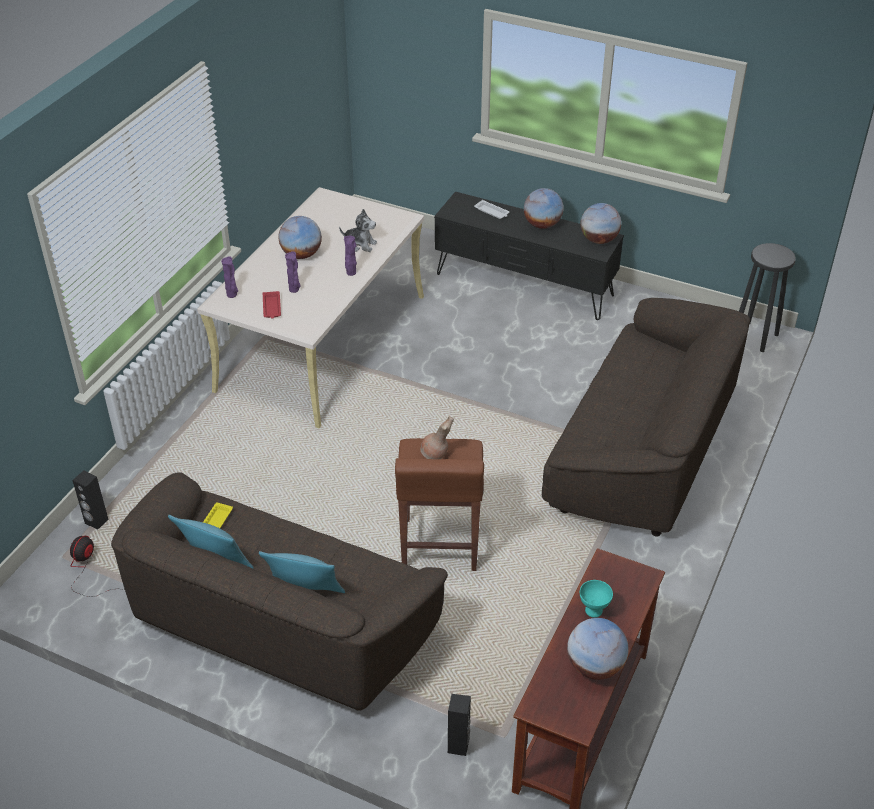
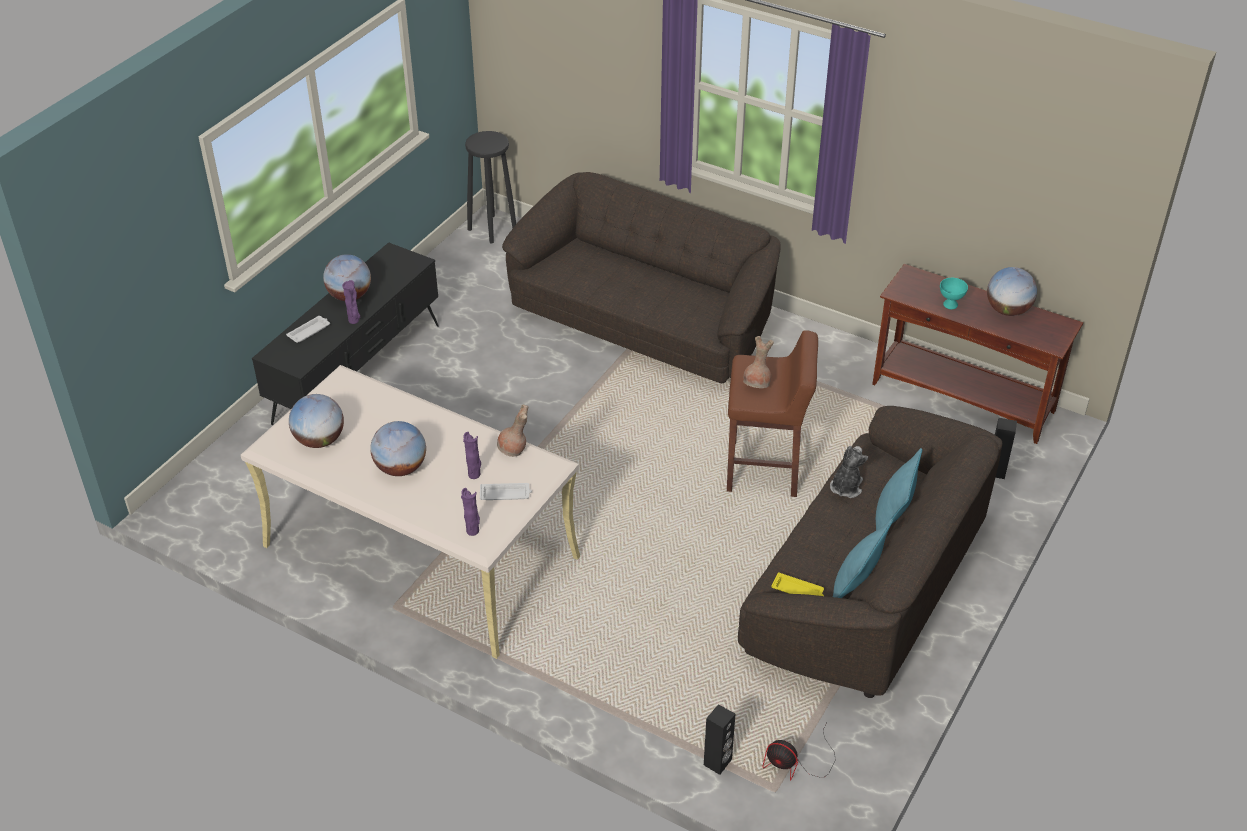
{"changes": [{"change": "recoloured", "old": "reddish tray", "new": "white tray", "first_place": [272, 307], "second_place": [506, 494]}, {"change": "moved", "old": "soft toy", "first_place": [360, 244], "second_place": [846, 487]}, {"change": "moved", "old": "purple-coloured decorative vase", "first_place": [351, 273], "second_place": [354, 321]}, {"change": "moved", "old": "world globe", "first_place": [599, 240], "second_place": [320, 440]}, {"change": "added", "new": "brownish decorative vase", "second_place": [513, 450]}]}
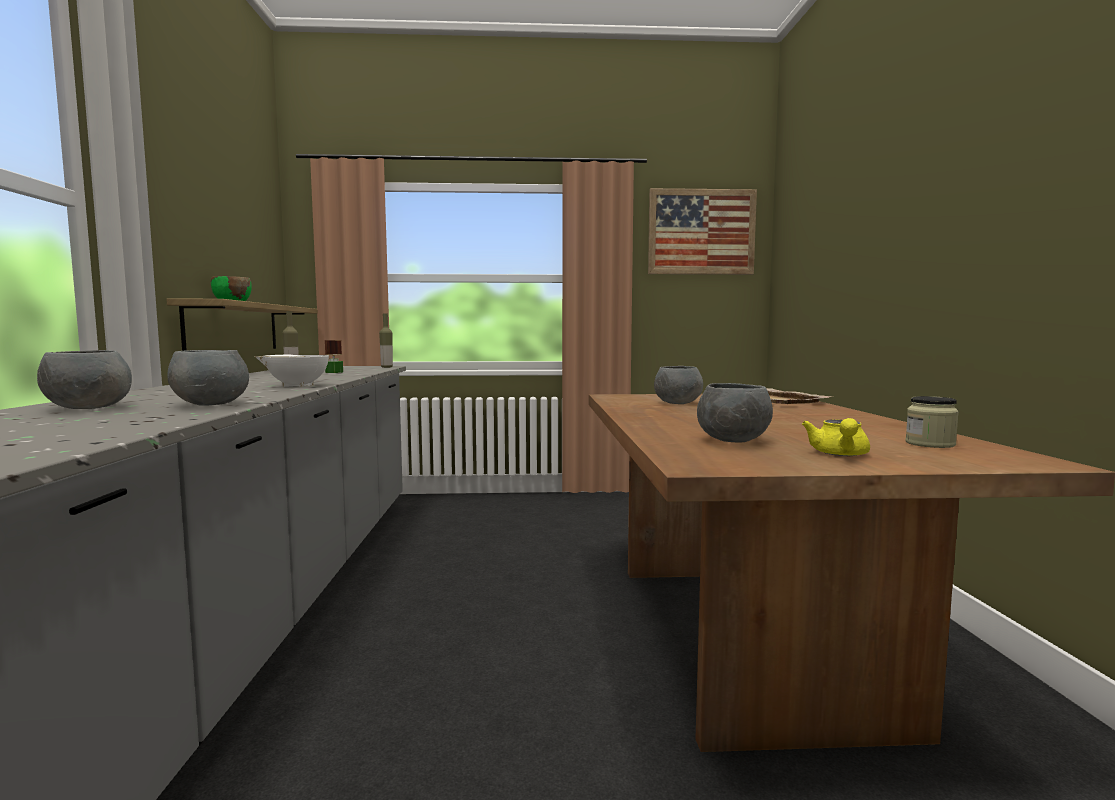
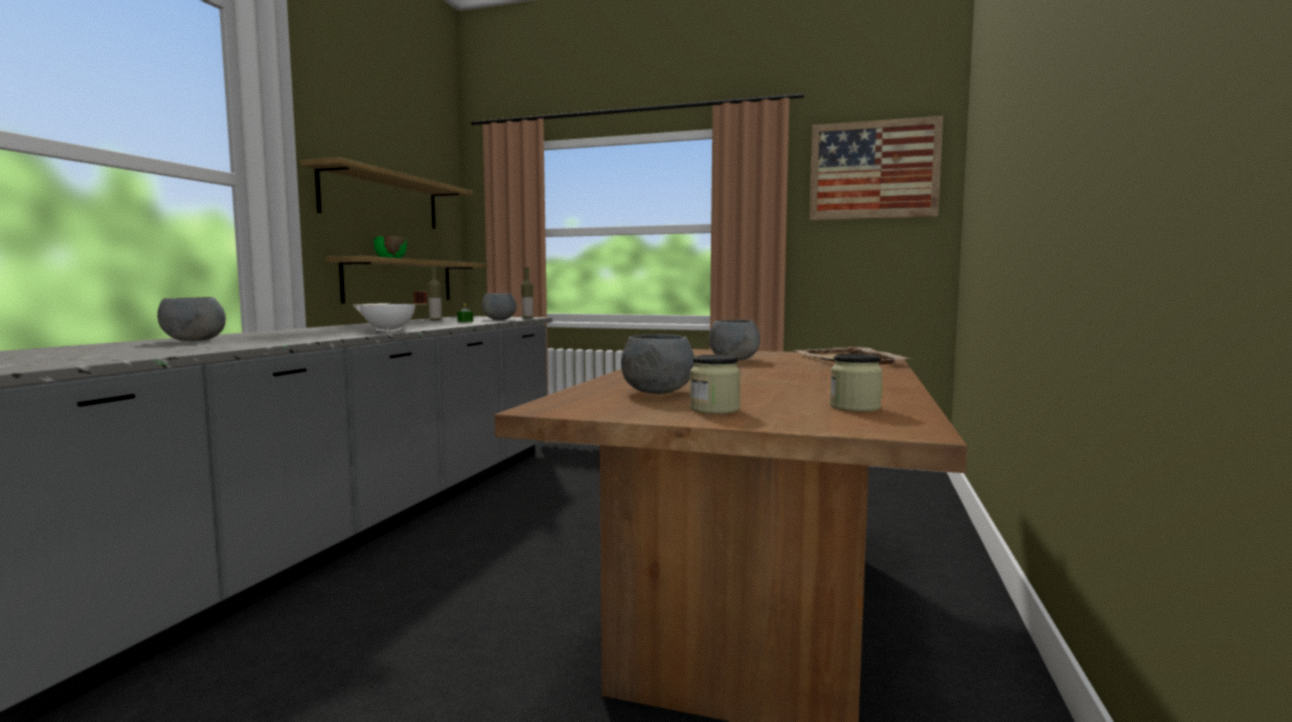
{"changes": [{"change": "moved", "old": "greyish deep dish", "first_place": [212, 404], "second_place": [499, 319]}, {"change": "replaced", "old": "yellow pot for tea", "new": "preserve jar", "first_place": [839, 454], "second_place": [714, 409]}, {"change": "added", "new": "bracket shelf", "second_place": [382, 200]}]}
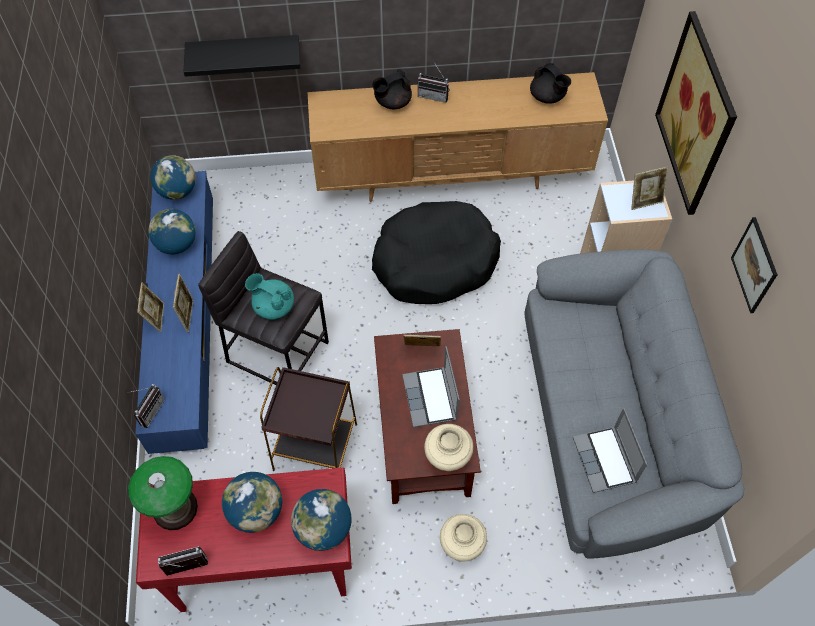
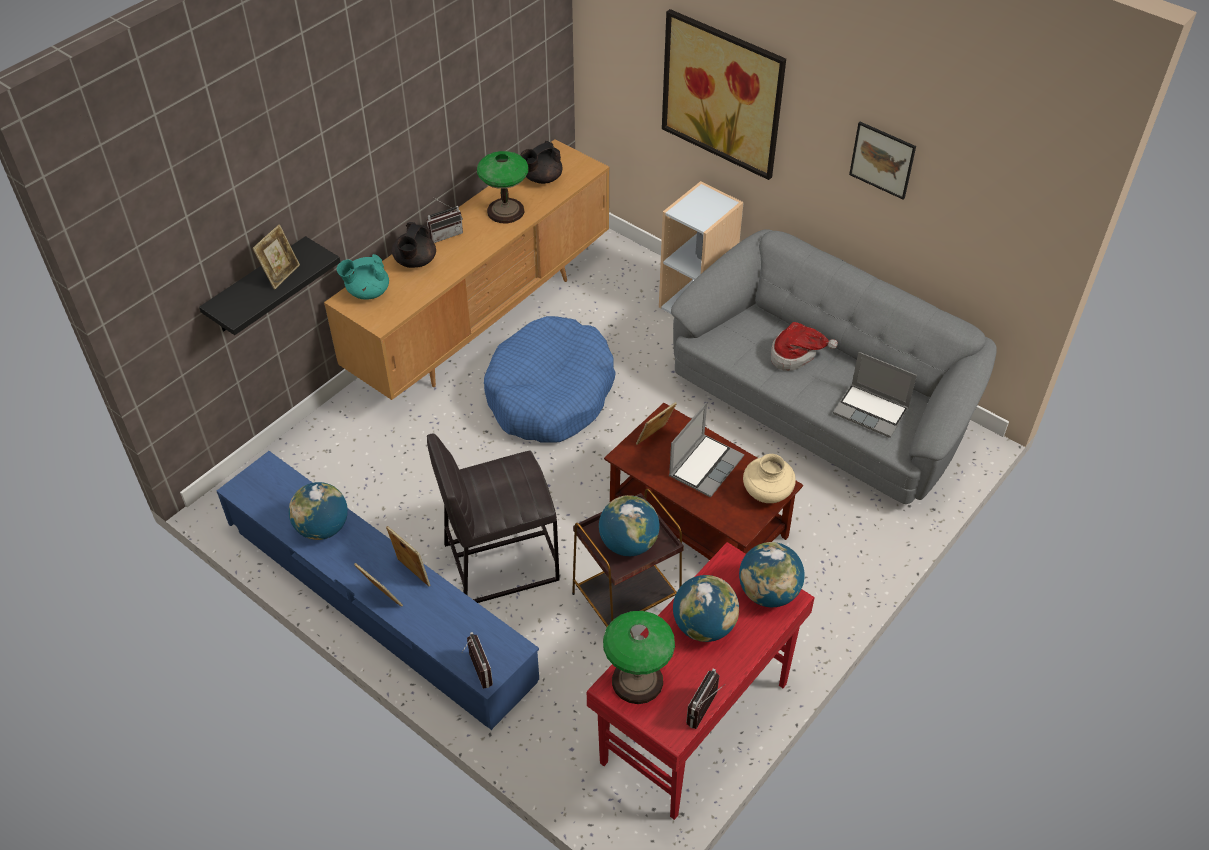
{"changes": [{"change": "moved", "old": "world globe", "first_place": [177, 191], "second_place": [628, 544]}, {"change": "moved", "old": "turquoise-coloured pot for tea", "first_place": [273, 306], "second_place": [367, 292]}, {"change": "recoloured", "old": "blackish pet bed", "new": "blue-coloured pet bed", "first_place": [434, 262], "second_place": [550, 394]}, {"change": "turned", "old": "notebook computer", "first_place": [431, 398], "second_place": [705, 465], "degrees": -90}, {"change": "removed", "old": "beige-coloured decorative vase", "first_place": [462, 543]}, {"change": "turned", "old": "blackish pot for tea", "first_place": [547, 97], "second_place": [541, 178], "degrees": 135}, {"change": "moved", "old": "standing frame", "first_place": [645, 201], "second_place": [281, 274]}, {"change": "added", "new": "tabletop lamp", "second_place": [506, 211]}, {"change": "added", "new": "clothing hat", "second_place": [795, 355]}]}
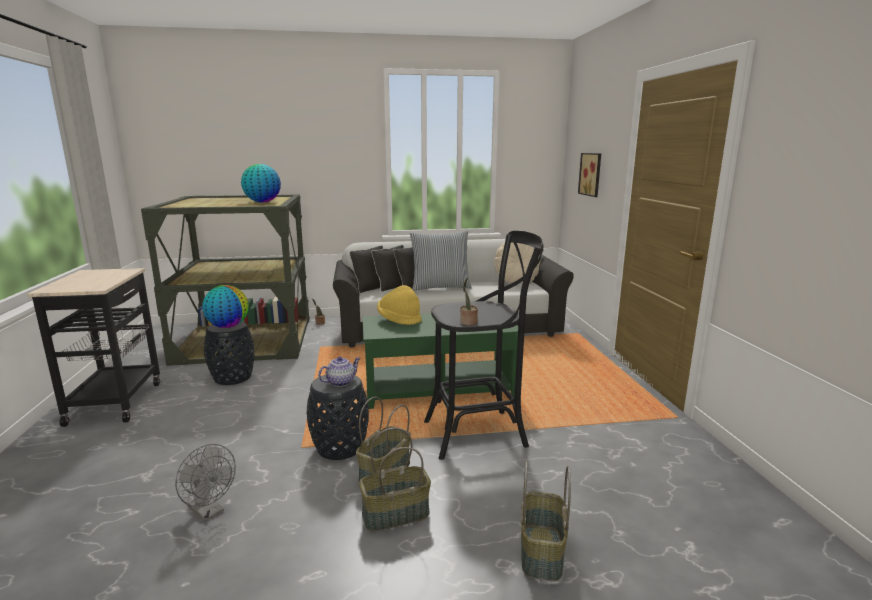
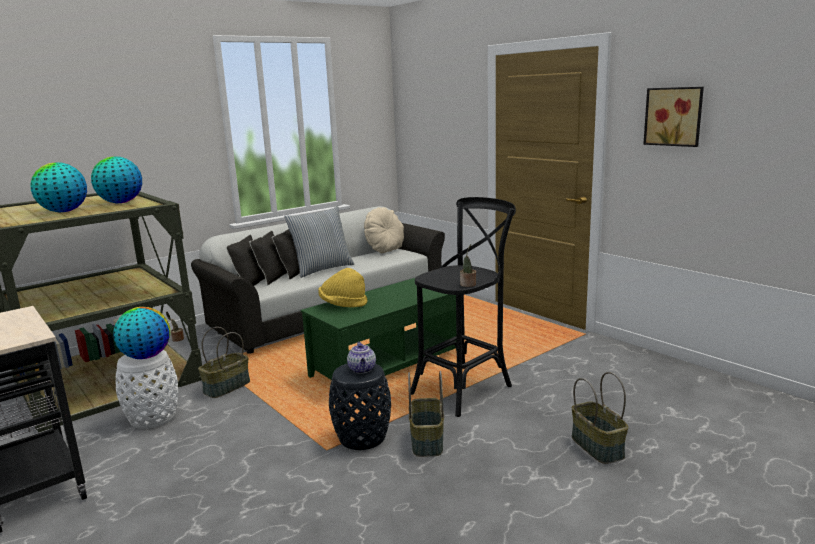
{"changes": [{"change": "removed", "old": "greyish electric fan", "first_place": [209, 512]}, {"change": "recoloured", "old": "blackish stool seat", "new": "white stool seat", "first_place": [232, 377], "second_place": [153, 418]}, {"change": "turned", "old": "pot for tea", "first_place": [341, 382], "second_place": [362, 369], "degrees": 150}, {"change": "moved", "old": "storage basket", "first_place": [395, 515], "second_place": [227, 387]}, {"change": "moved", "old": "wall picture", "first_place": [592, 174], "second_place": [674, 116]}, {"change": "added", "new": "world globe", "second_place": [64, 212]}]}
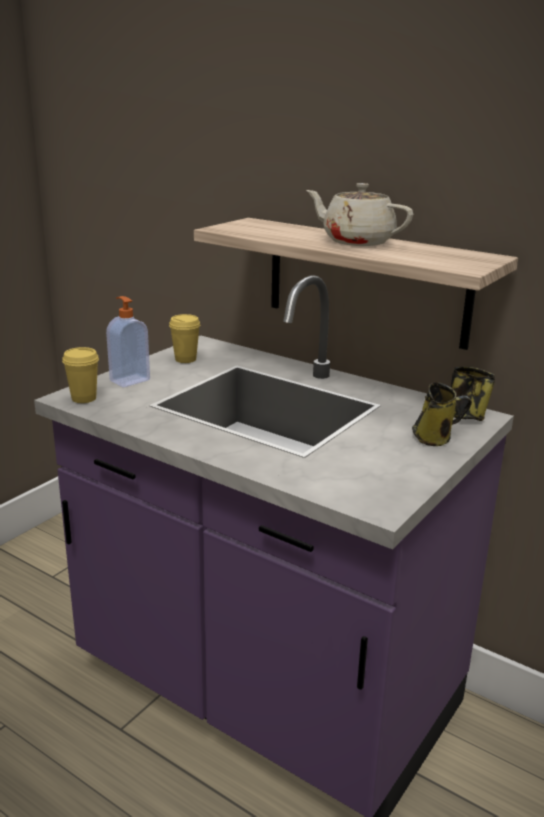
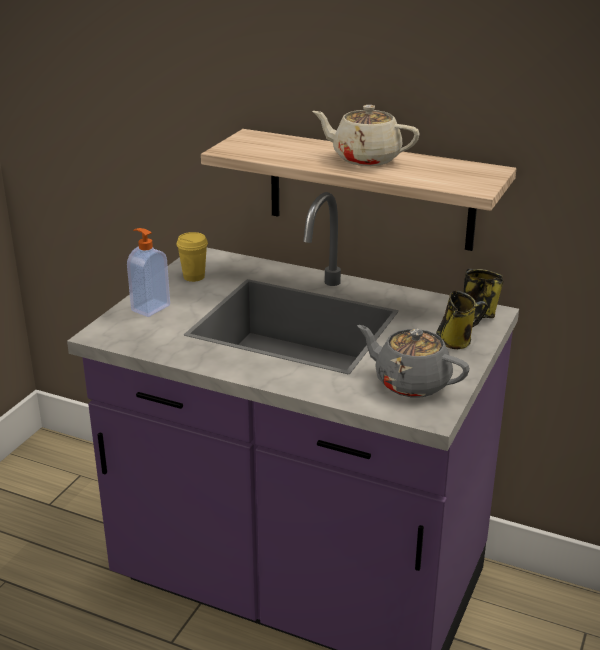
{"changes": [{"change": "removed", "old": "yellow drinking cup", "first_place": [84, 398]}, {"change": "added", "new": "greyish pot for tea", "second_place": [410, 382]}]}
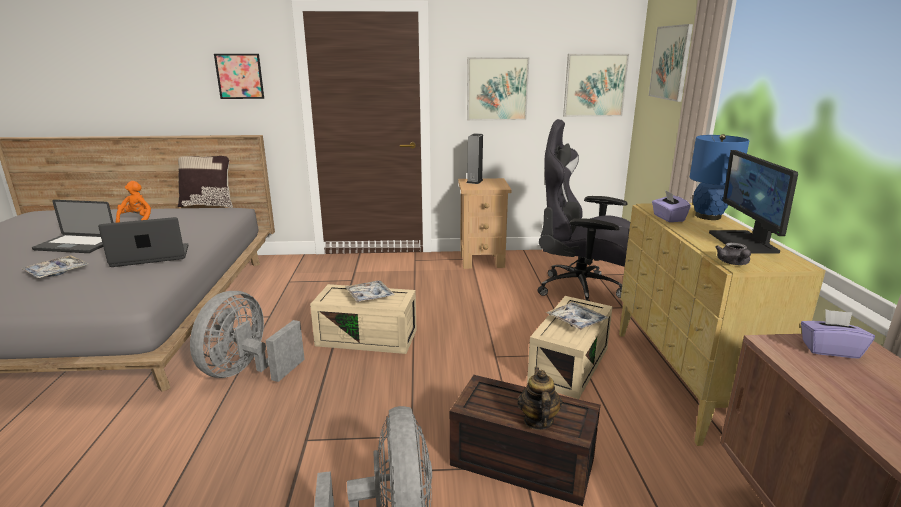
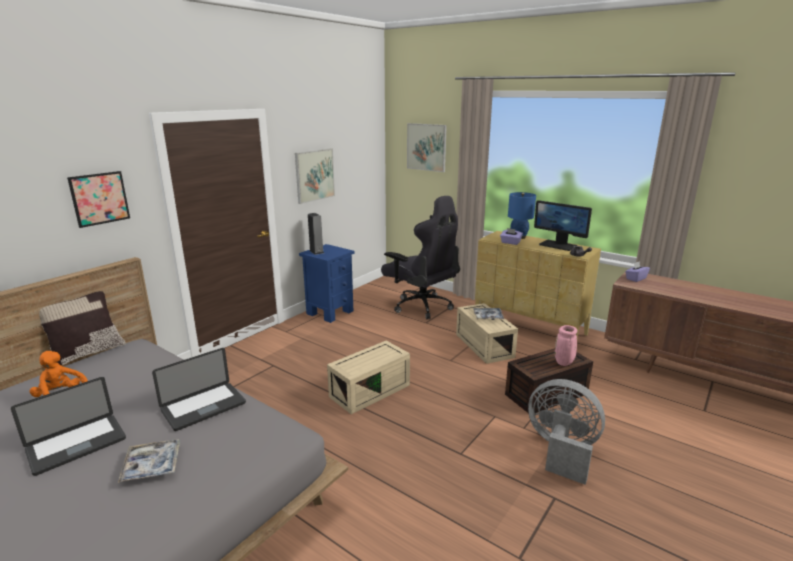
{"changes": [{"change": "turned", "old": "notebook computer", "first_place": [151, 256], "second_place": [203, 407], "degrees": -150}, {"change": "removed", "old": "greyish electric fan", "first_place": [247, 371]}, {"change": "removed", "old": "tray", "first_place": [369, 296]}, {"change": "recoloured", "old": "beige-coloured night table", "new": "blue-coloured night table", "first_place": [482, 260], "second_place": [331, 312]}, {"change": "replaced", "old": "pot for tea", "new": "pinkish decorative vase", "first_place": [538, 420], "second_place": [564, 363]}, {"change": "turned", "old": "blackish computer chair", "first_place": [585, 291], "second_place": [419, 306], "degrees": -105}, {"change": "removed", "old": "wall picture", "first_place": [595, 85]}]}
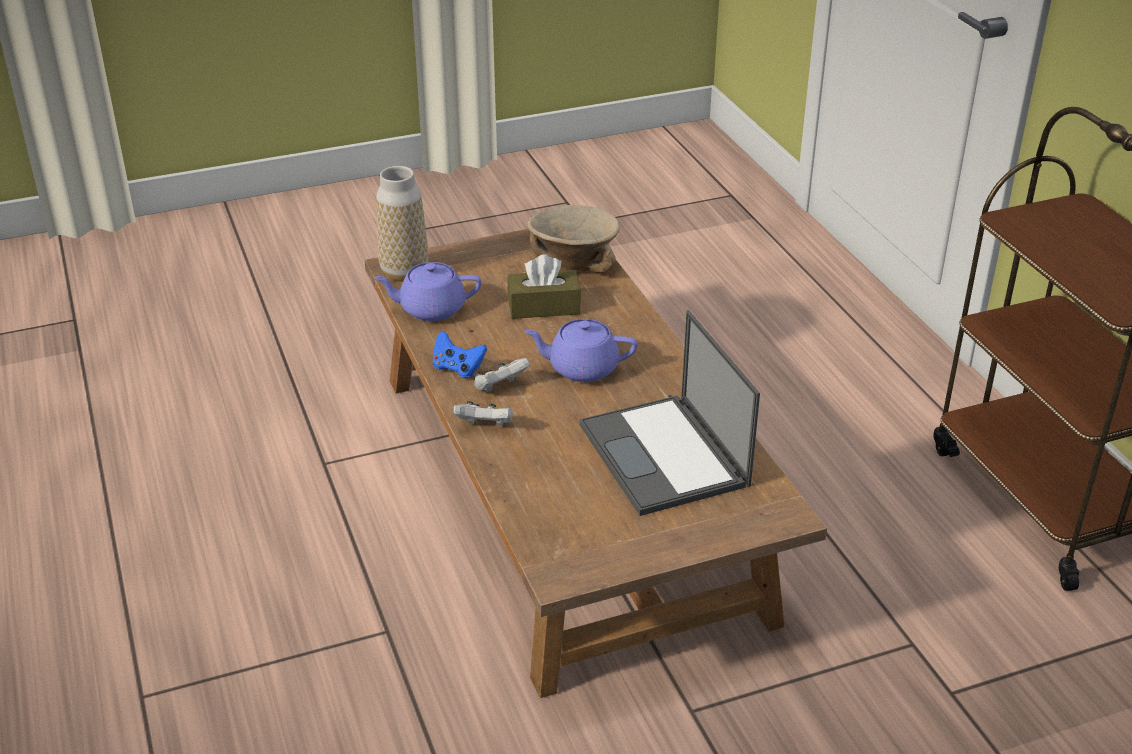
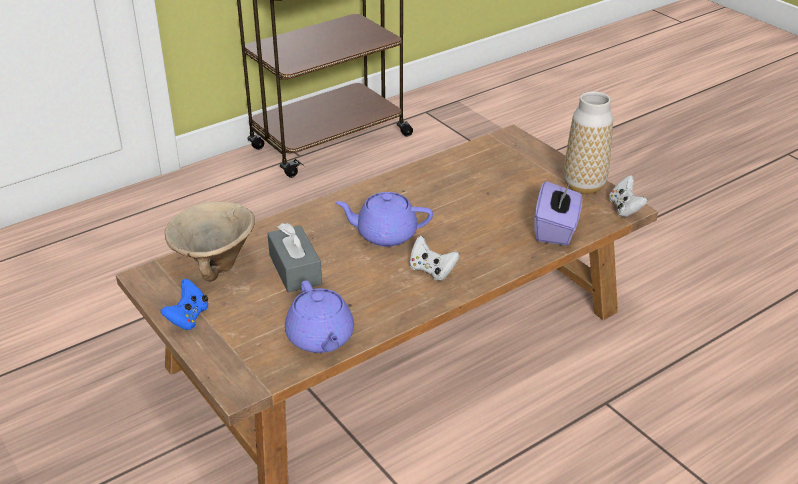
{"changes": [{"change": "moved", "old": "decorative vase", "first_place": [404, 272], "second_place": [584, 186]}, {"change": "moved", "old": "blue-coloured game controller", "first_place": [458, 368], "second_place": [188, 318]}, {"change": "moved", "old": "white game controller", "first_place": [485, 426], "second_place": [625, 208]}, {"change": "recoloured", "old": "brownish tissue box", "new": "greyish tissue box", "first_place": [544, 307], "second_place": [295, 269]}, {"change": "turned", "old": "purple-coloured pot for tea", "first_place": [581, 368], "second_place": [385, 234], "degrees": 105}, {"change": "removed", "old": "notebook computer", "first_place": [665, 456]}, {"change": "added", "new": "purple-coloured tissue box", "second_place": [556, 229]}]}
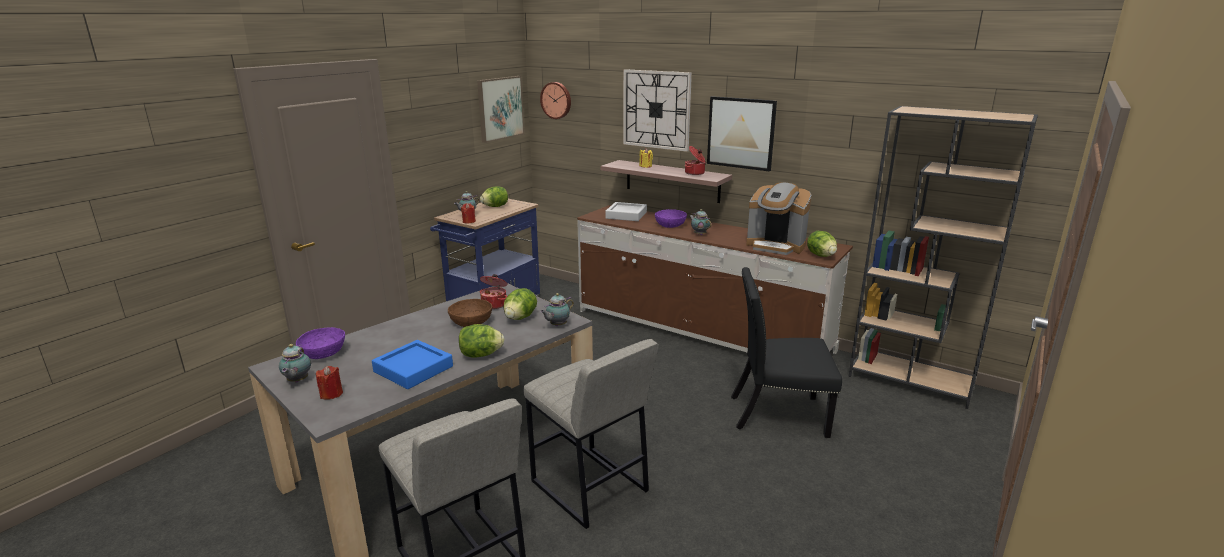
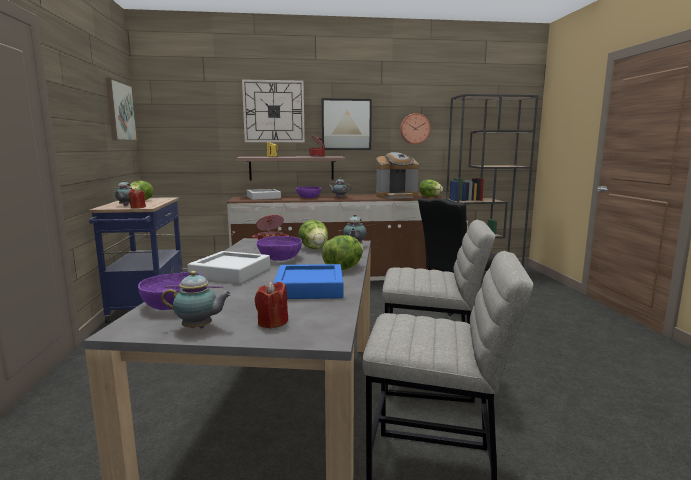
{"changes": [{"change": "turned", "old": "pot for tea", "first_place": [297, 381], "second_place": [199, 328], "degrees": -45}, {"change": "recoloured", "old": "brownish deep dish", "new": "purple-coloured deep dish", "first_place": [471, 322], "second_place": [279, 258]}, {"change": "moved", "old": "hanging clock", "first_place": [556, 100], "second_place": [414, 128]}, {"change": "added", "new": "greyish tray", "second_place": [230, 273]}]}
